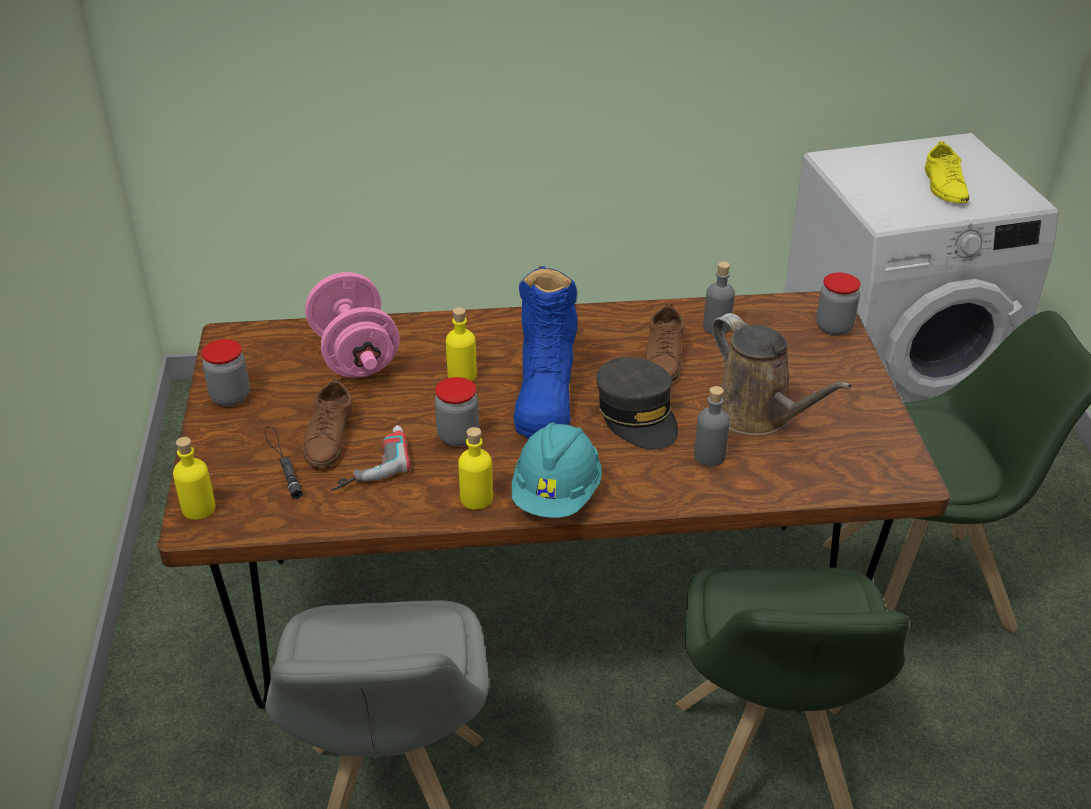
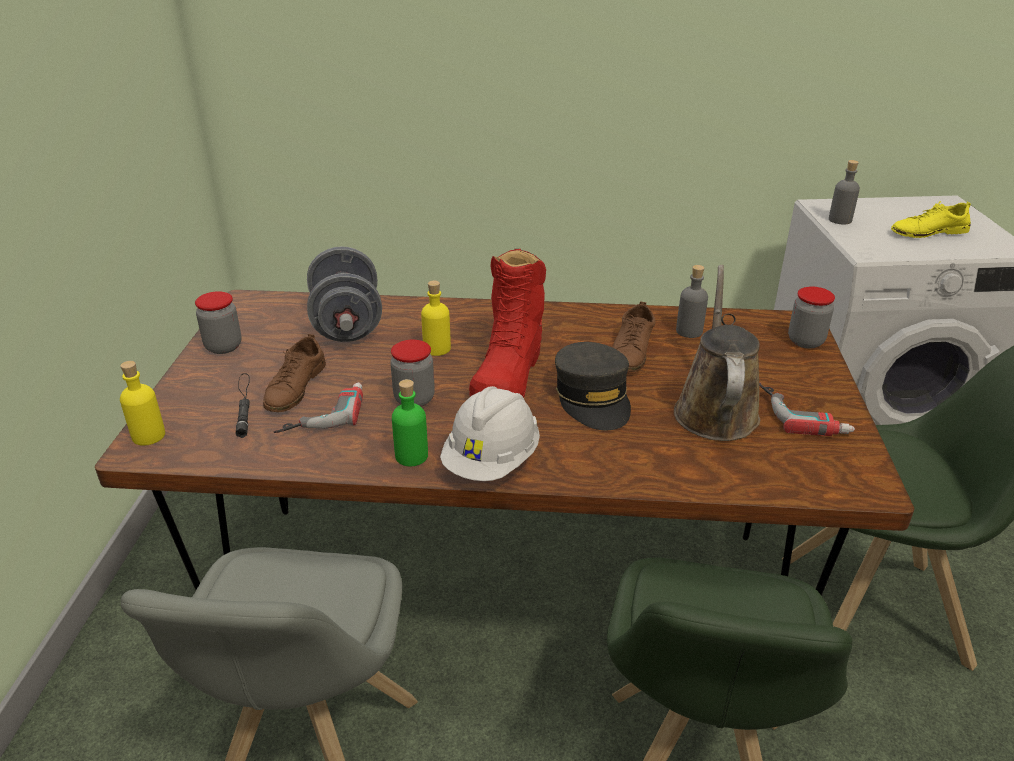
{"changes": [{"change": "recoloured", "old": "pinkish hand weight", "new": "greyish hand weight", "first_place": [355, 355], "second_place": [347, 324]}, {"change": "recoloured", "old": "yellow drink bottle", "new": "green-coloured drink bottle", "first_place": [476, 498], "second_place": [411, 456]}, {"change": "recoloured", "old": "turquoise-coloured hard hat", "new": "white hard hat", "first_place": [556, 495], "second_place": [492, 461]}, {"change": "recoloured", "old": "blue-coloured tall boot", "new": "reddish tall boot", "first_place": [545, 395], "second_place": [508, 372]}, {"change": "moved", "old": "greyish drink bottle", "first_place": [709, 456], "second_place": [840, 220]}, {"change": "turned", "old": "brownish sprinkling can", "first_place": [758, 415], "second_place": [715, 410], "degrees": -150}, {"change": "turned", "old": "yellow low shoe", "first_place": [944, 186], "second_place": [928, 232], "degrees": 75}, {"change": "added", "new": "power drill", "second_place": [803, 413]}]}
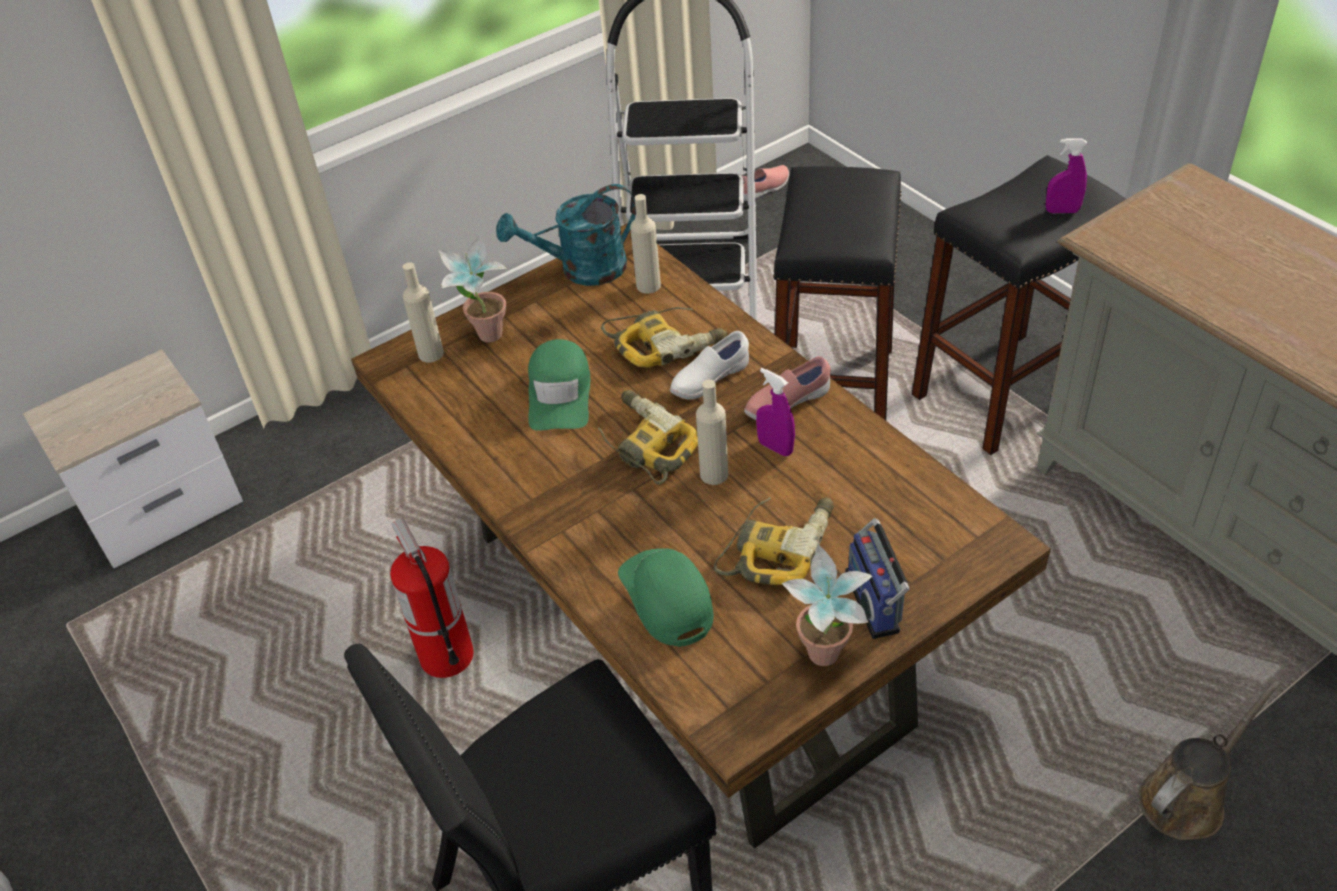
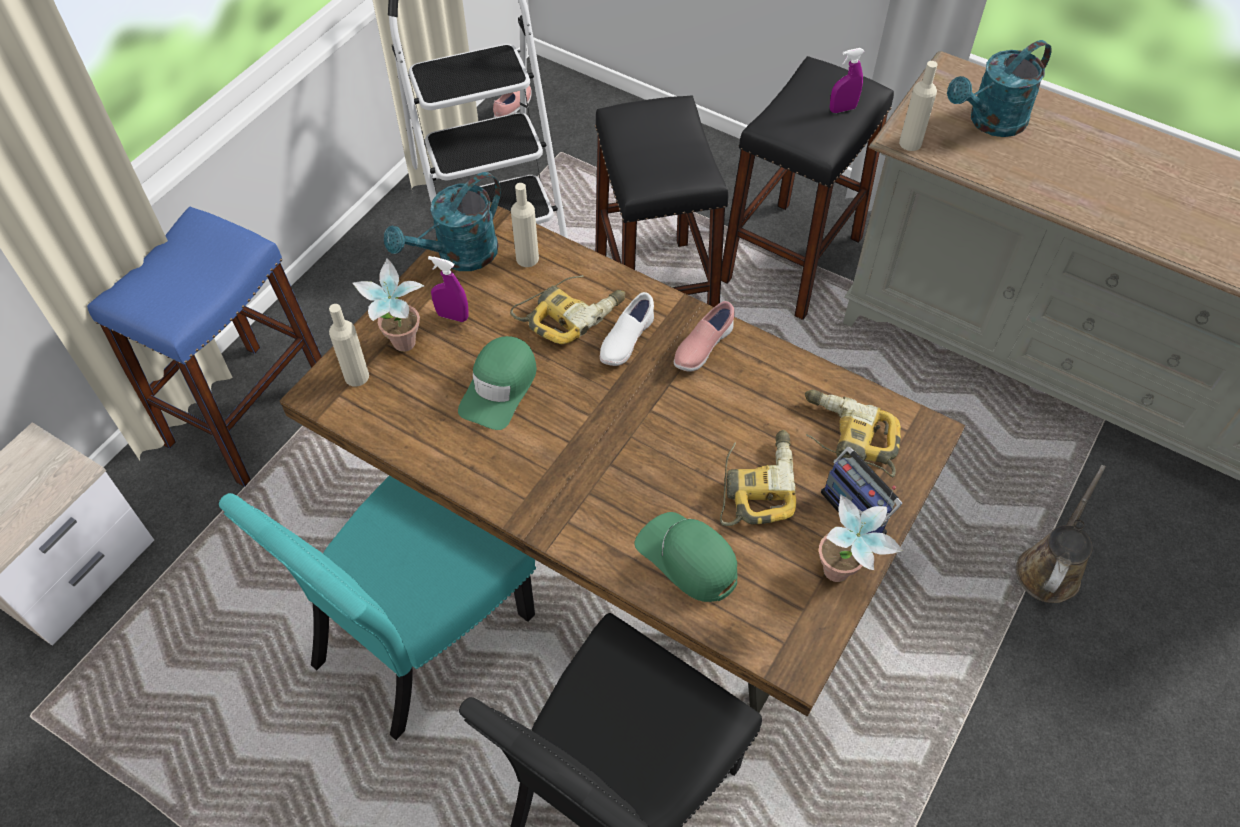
{"changes": [{"change": "replaced", "old": "fire extinguisher", "new": "turquoise-coloured chair", "first_place": [446, 655], "second_place": [422, 631]}, {"change": "turned", "old": "green-coloured baseball cap", "first_place": [560, 394], "second_place": [500, 388], "degrees": 45}, {"change": "moved", "old": "power drill", "first_place": [644, 445], "second_place": [847, 438]}, {"change": "moved", "old": "beige-coloured drink bottle", "first_place": [714, 474], "second_place": [910, 143]}, {"change": "moved", "old": "purple-coloured sprayer", "first_place": [775, 447], "second_place": [452, 316]}, {"change": "added", "new": "blue-coloured stool seat", "second_place": [249, 412]}, {"change": "added", "new": "turquoise-coloured sprinkling can", "second_place": [990, 122]}]}
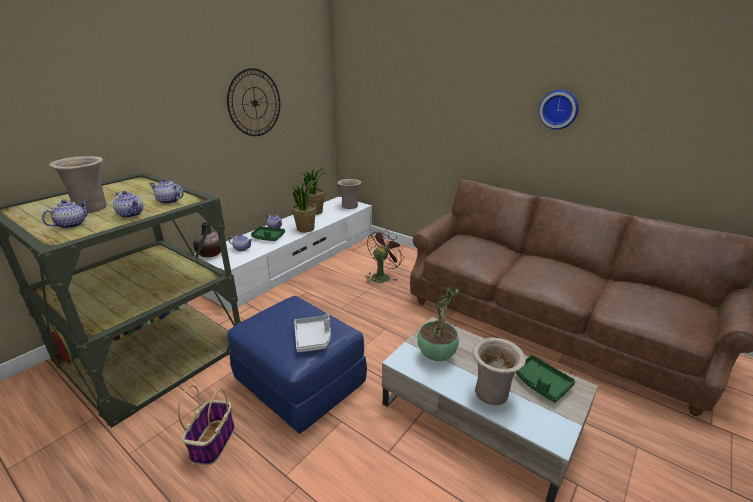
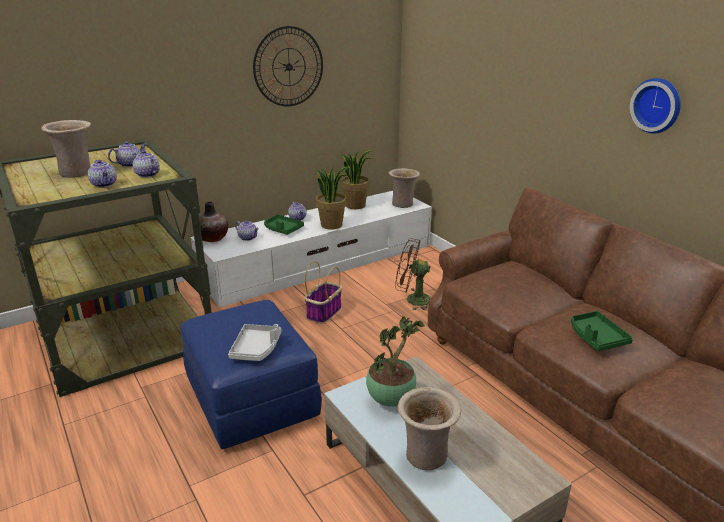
{"changes": [{"change": "moved", "old": "pot for tea", "first_place": [71, 225], "second_place": [130, 164]}, {"change": "moved", "old": "storage basket", "first_place": [213, 441], "second_place": [324, 312]}, {"change": "turned", "old": "brownish electric fan", "first_place": [382, 276], "second_place": [412, 300], "degrees": -135}, {"change": "moved", "old": "green-coloured tray", "first_place": [541, 383], "second_place": [596, 338]}]}
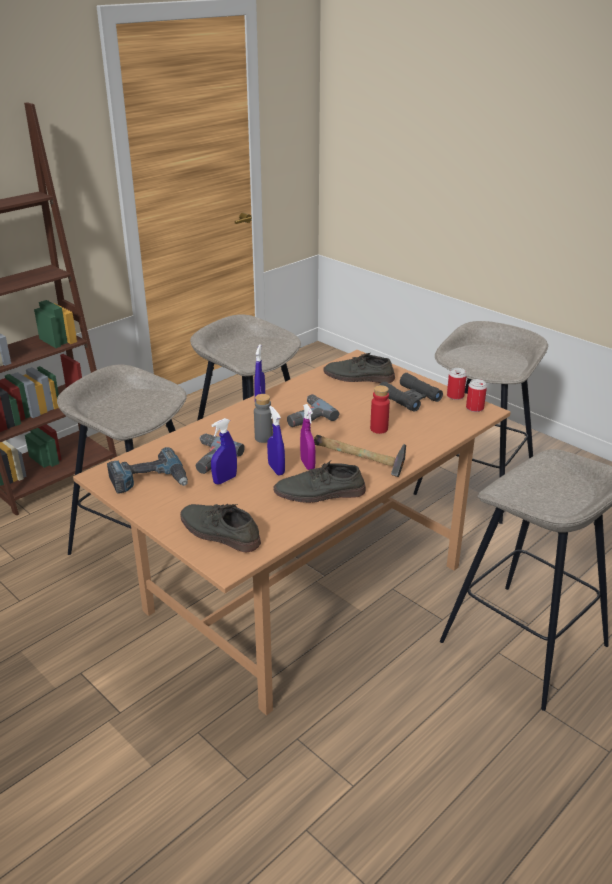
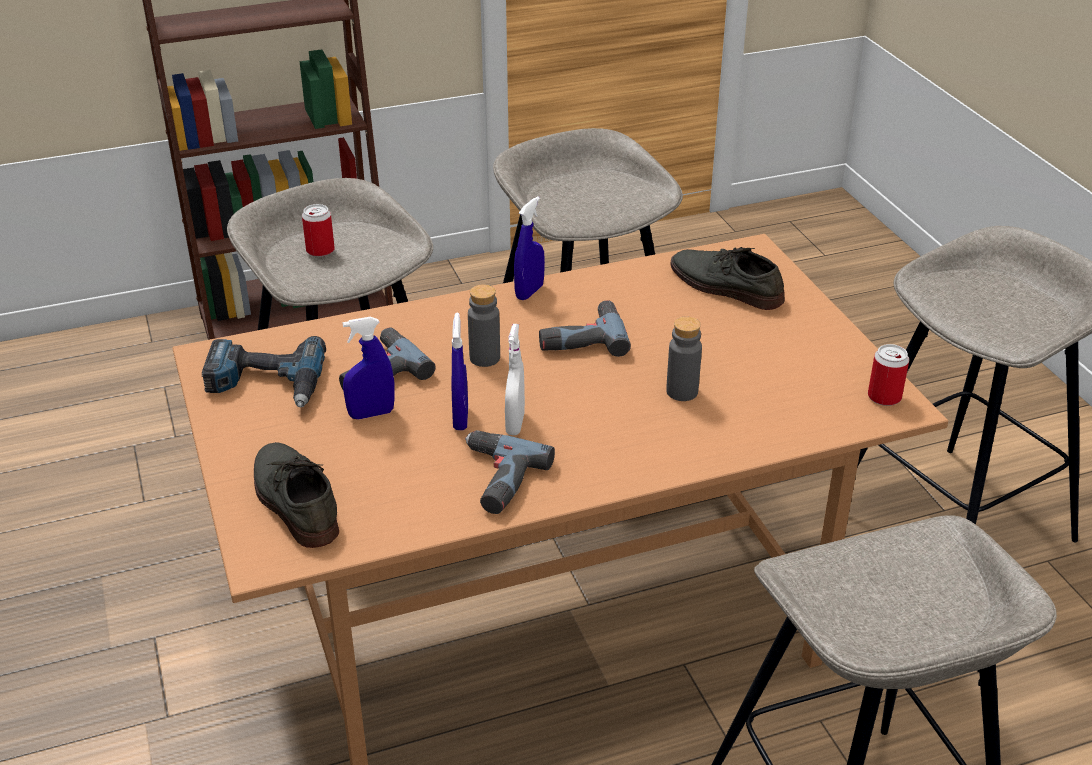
{"changes": [{"change": "replaced", "old": "greyish low shoe", "new": "power drill", "first_place": [319, 493], "second_place": [494, 479]}, {"change": "recoloured", "old": "purple-coloured sprayer", "new": "white sprayer", "first_place": [307, 464], "second_place": [515, 424]}, {"change": "removed", "old": "hand hammer", "first_place": [360, 462]}, {"change": "recoloured", "old": "reddish drink bottle", "new": "greyish drink bottle", "first_place": [379, 429], "second_place": [682, 392]}, {"change": "removed", "old": "blackish pair of binoculars", "first_place": [409, 398]}, {"change": "moved", "old": "metal can", "first_place": [455, 396], "second_place": [320, 250]}]}
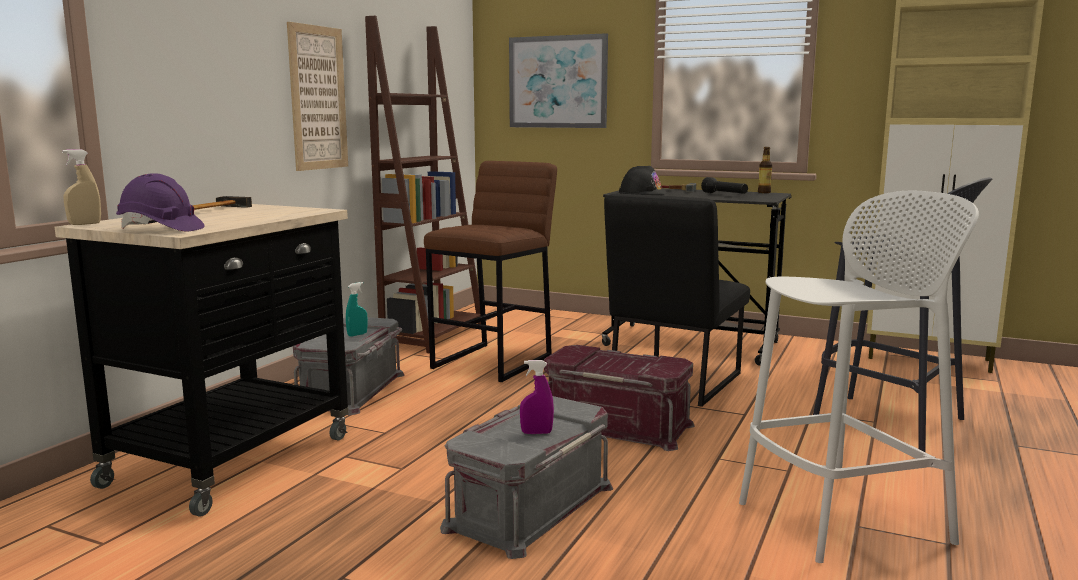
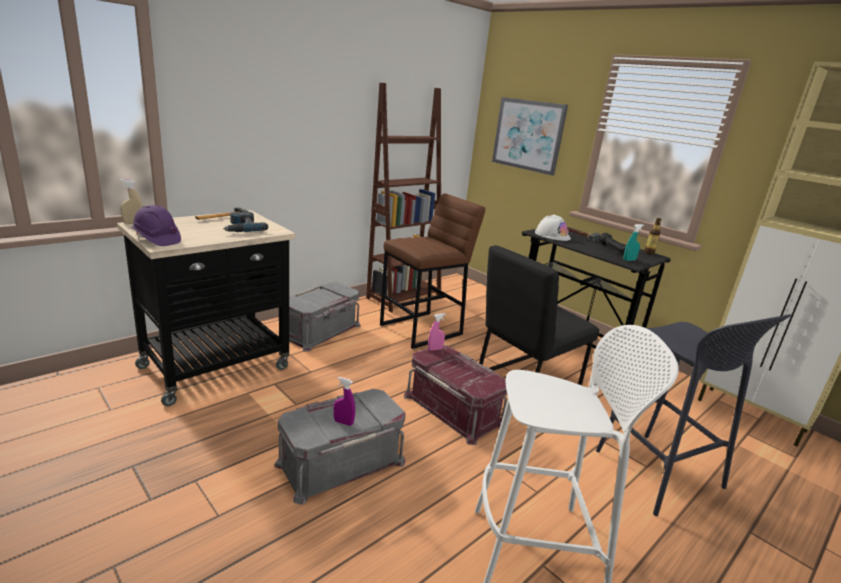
{"changes": [{"change": "removed", "old": "wall picture", "first_place": [318, 98]}, {"change": "moved", "old": "turquoise-coloured sprayer", "first_place": [357, 335], "second_place": [629, 260]}, {"change": "recoloured", "old": "blackish hard hat", "new": "white hard hat", "first_place": [642, 193], "second_place": [552, 235]}, {"change": "added", "new": "power drill", "second_place": [242, 228]}, {"change": "added", "new": "pinkish sprayer", "second_place": [435, 349]}]}
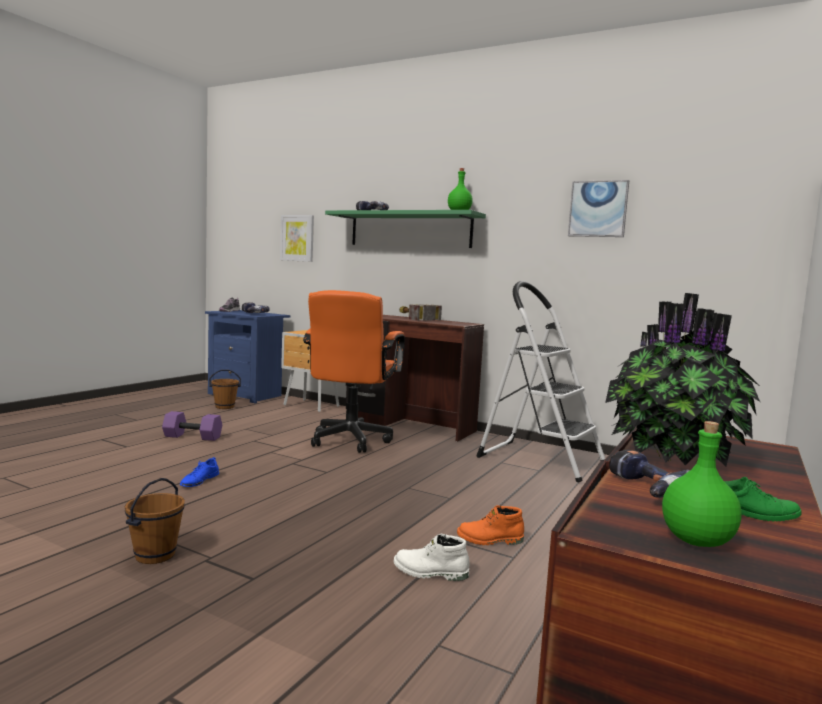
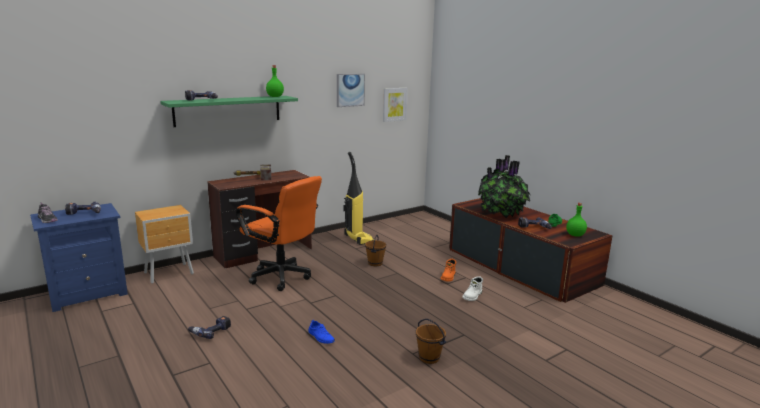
{"changes": [{"change": "replaced", "old": "purple-coloured hand weight", "new": "power drill", "first_place": [193, 437], "second_place": [210, 331]}, {"change": "moved", "old": "brownish bucket", "first_place": [224, 407], "second_place": [375, 263]}, {"change": "moved", "old": "wall picture", "first_place": [297, 238], "second_place": [394, 104]}, {"change": "replaced", "old": "step ladder", "new": "vacuum", "first_place": [538, 459], "second_place": [358, 239]}]}
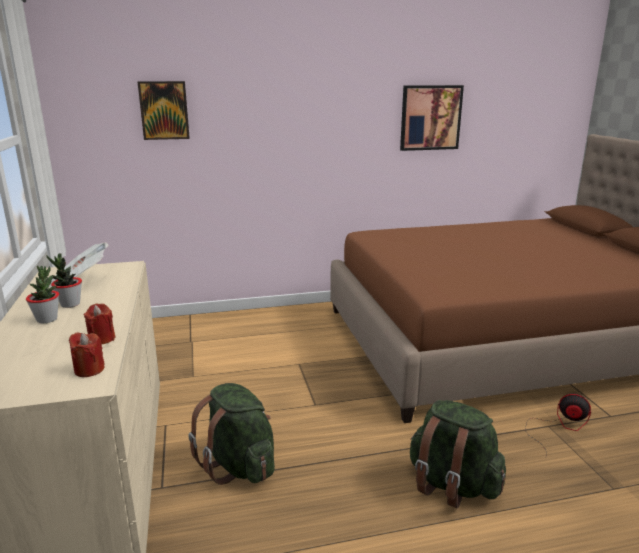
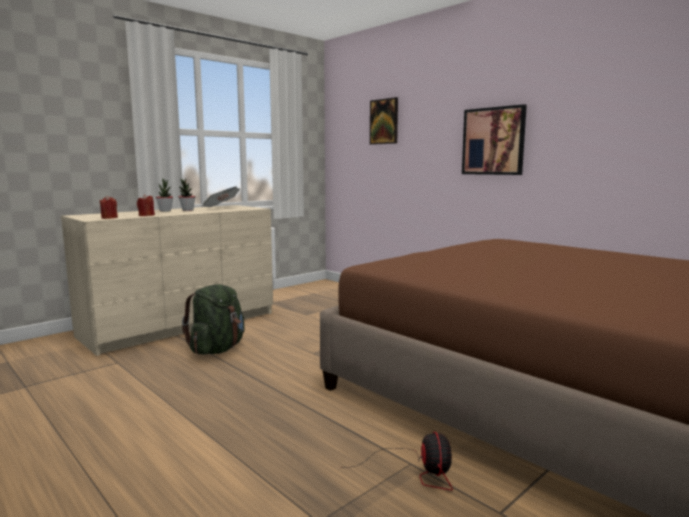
{"changes": [{"change": "moved", "old": "wall picture", "first_place": [430, 118], "second_place": [493, 141]}, {"change": "removed", "old": "green-coloured rucksack", "first_place": [451, 484]}]}
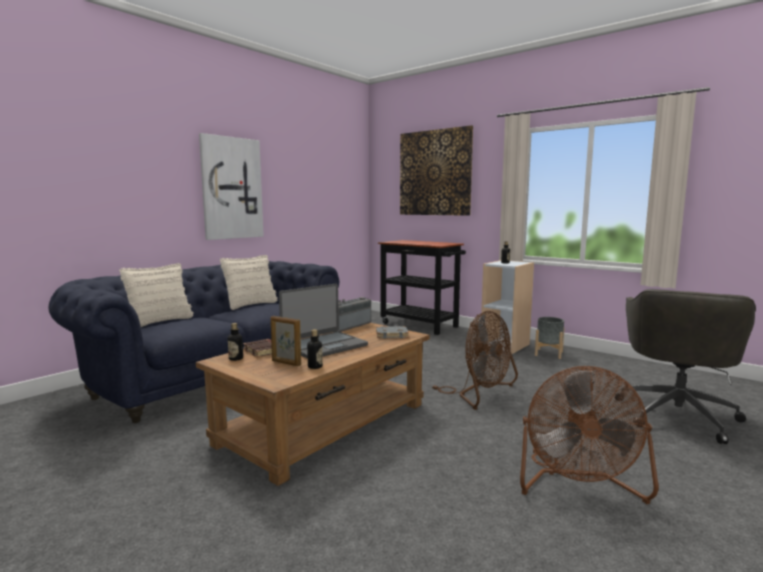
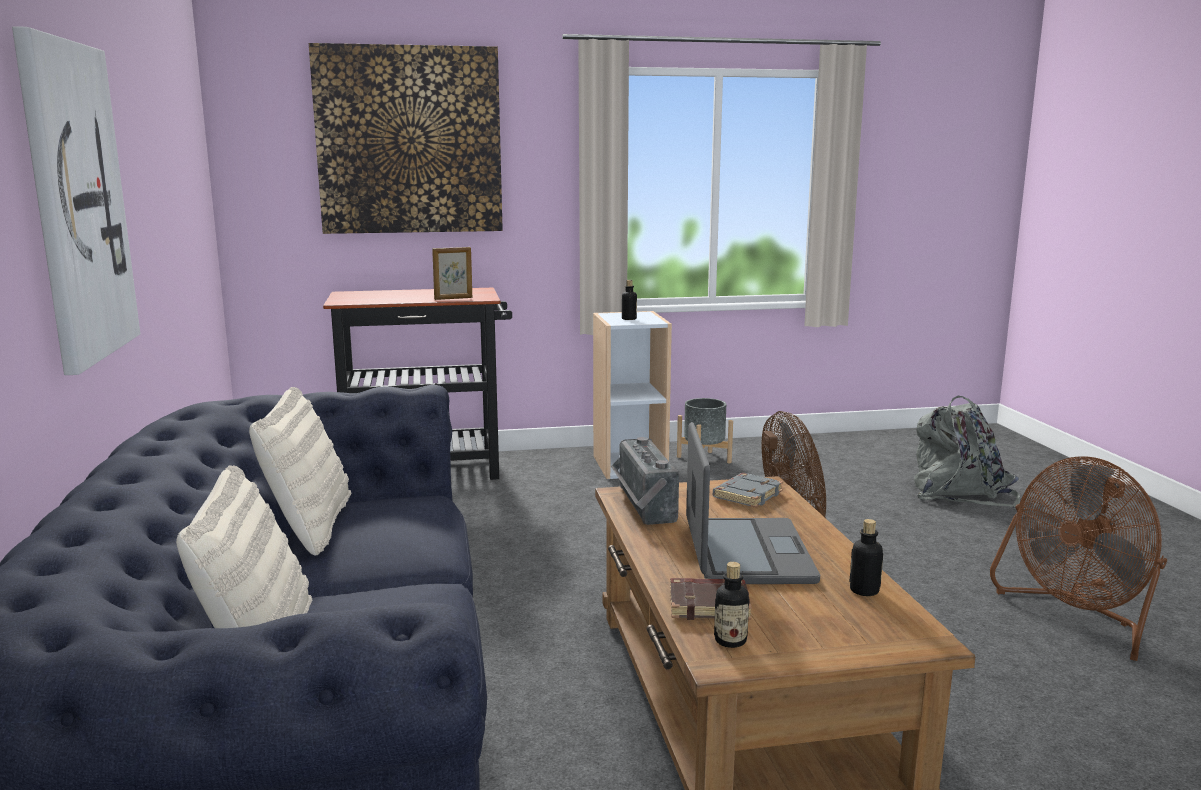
{"changes": [{"change": "moved", "old": "standing frame", "first_place": [286, 363], "second_place": [453, 298]}, {"change": "turned", "old": "brownish electric fan", "first_place": [573, 483], "second_place": [1077, 614], "degrees": 105}, {"change": "replaced", "old": "greyish computer chair", "new": "greyish rucksack", "first_place": [677, 414], "second_place": [961, 493]}]}
